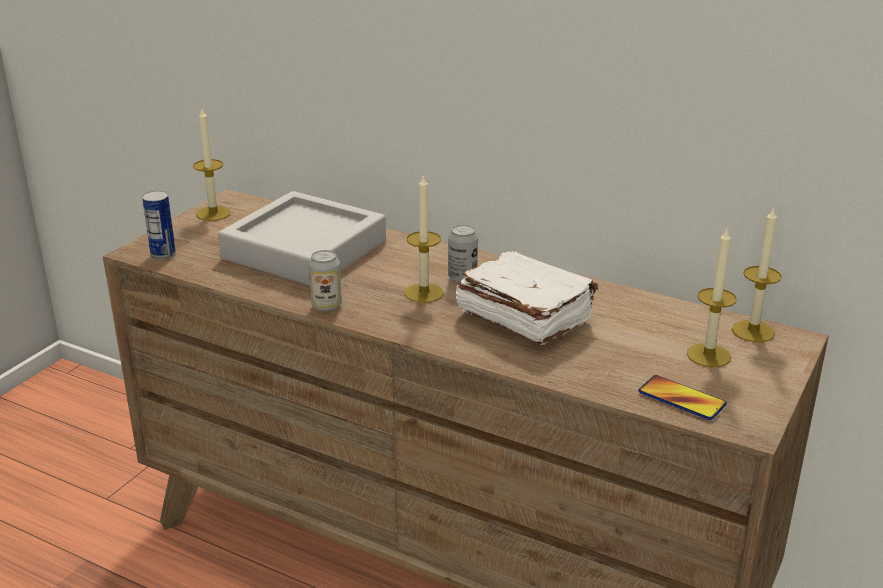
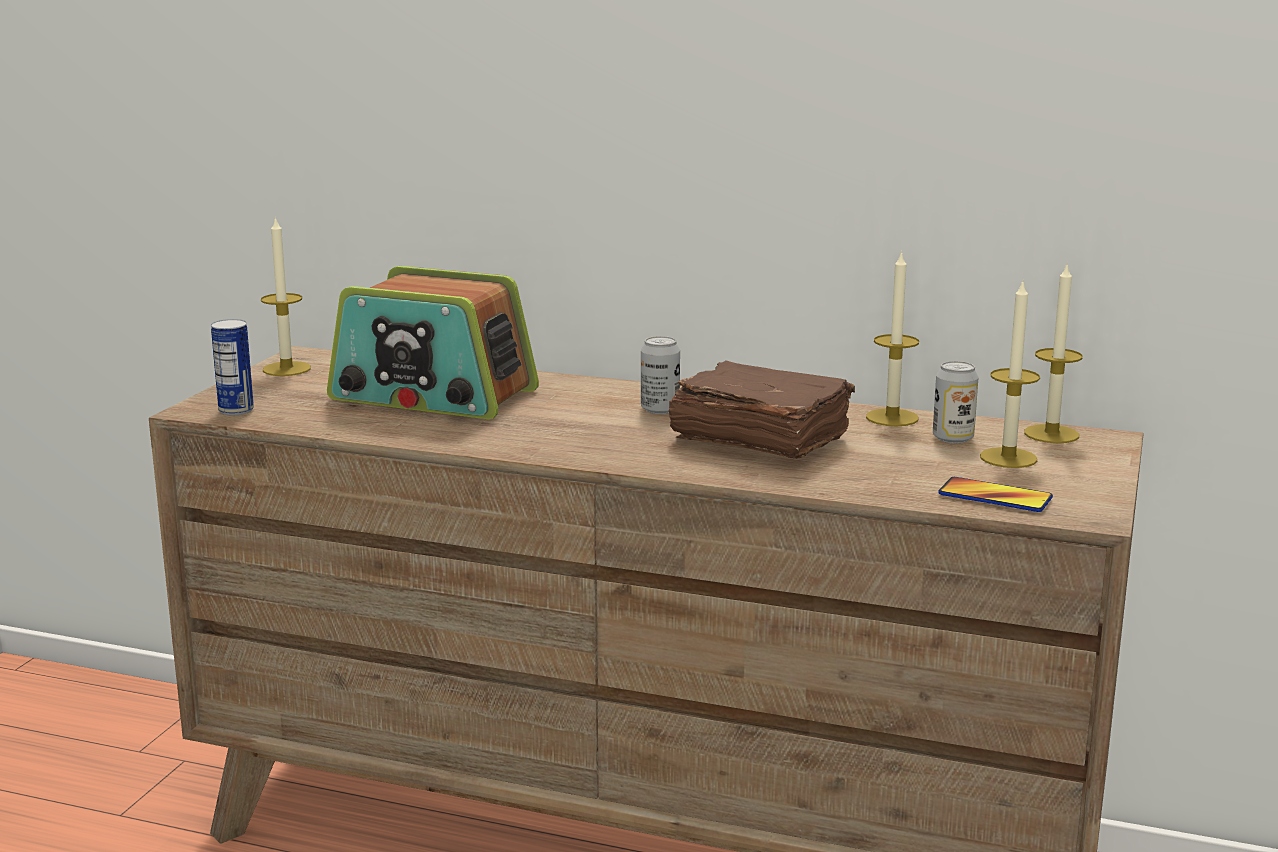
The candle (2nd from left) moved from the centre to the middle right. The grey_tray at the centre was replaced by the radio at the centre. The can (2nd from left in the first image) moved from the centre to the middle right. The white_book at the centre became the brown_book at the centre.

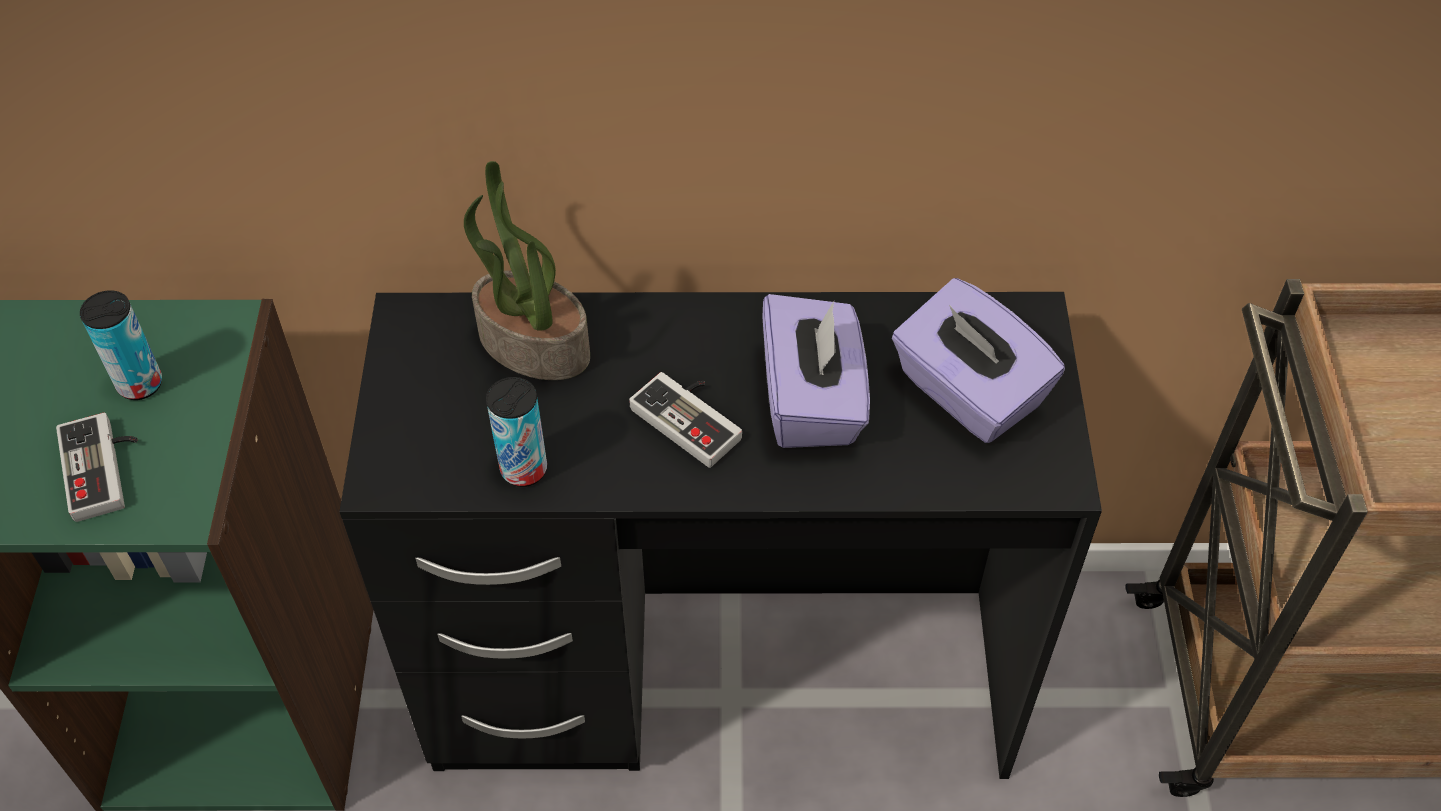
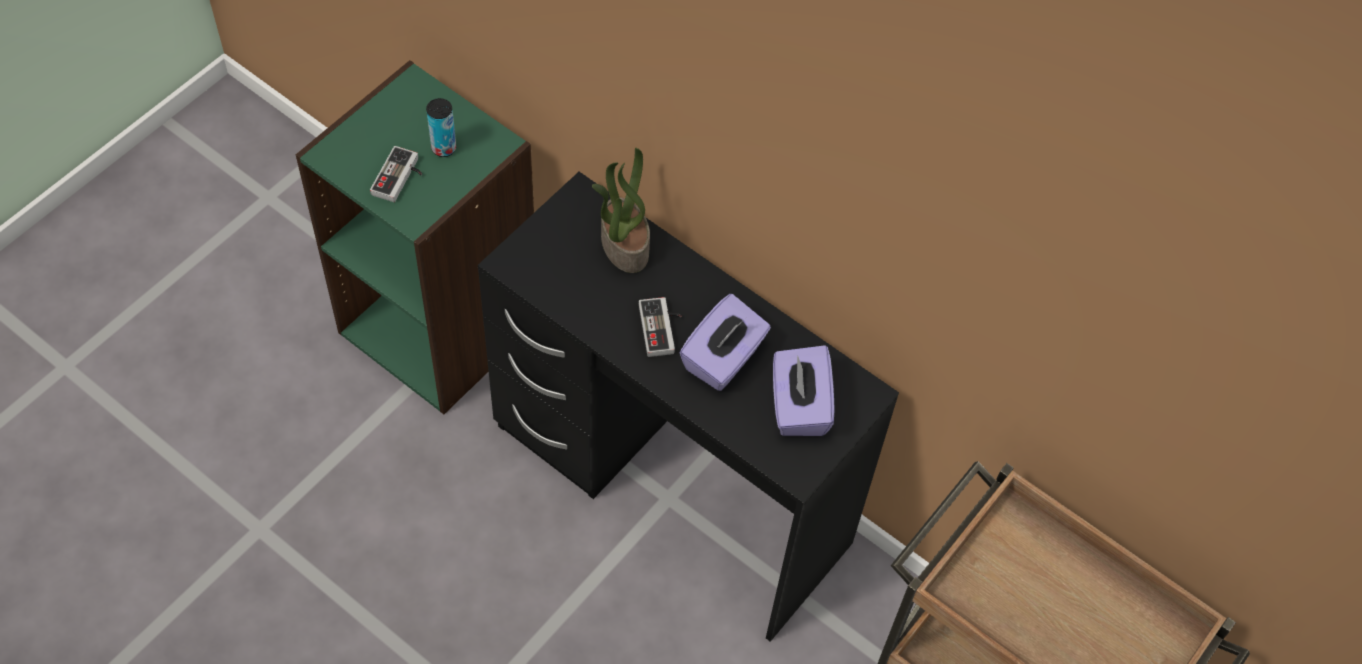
The can (2nd from left) at the centre disappeared.

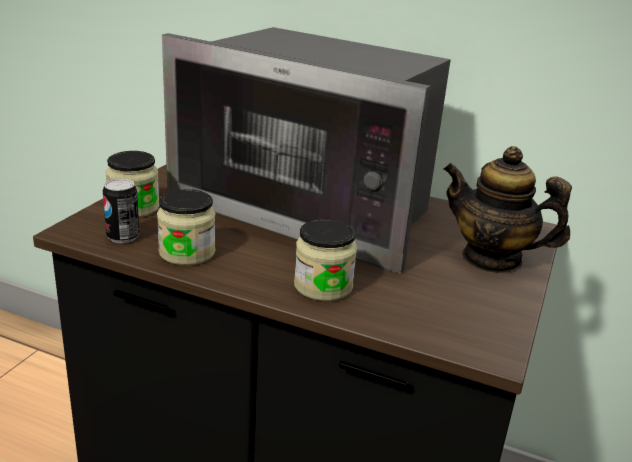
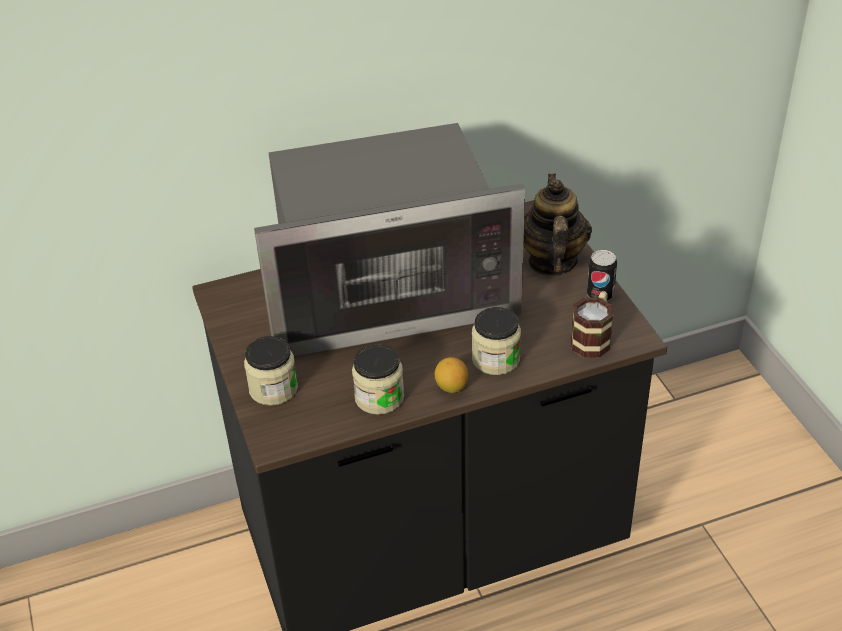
The teapot at the middle right turned 105 degrees clockwise. The can moved from the middle left to the middle right. The mug at the middle right appeared. The lemon at the centre appeared.

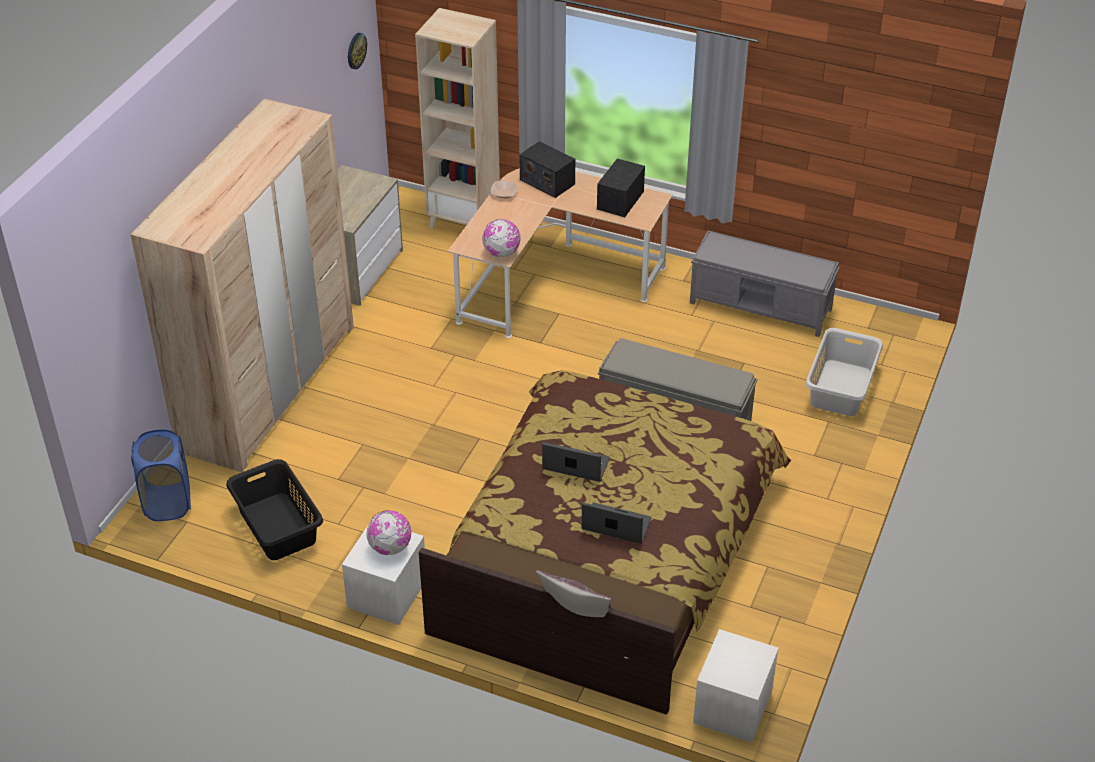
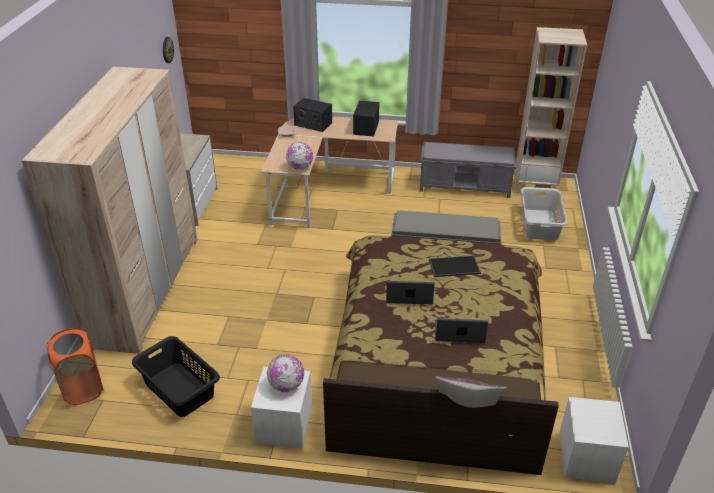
The beige_bookcase moved from the top centre to the top right. The blue_laundry_basket at the middle left became the orange_laundry_basket at the bottom left. The tray at the centre appeared.

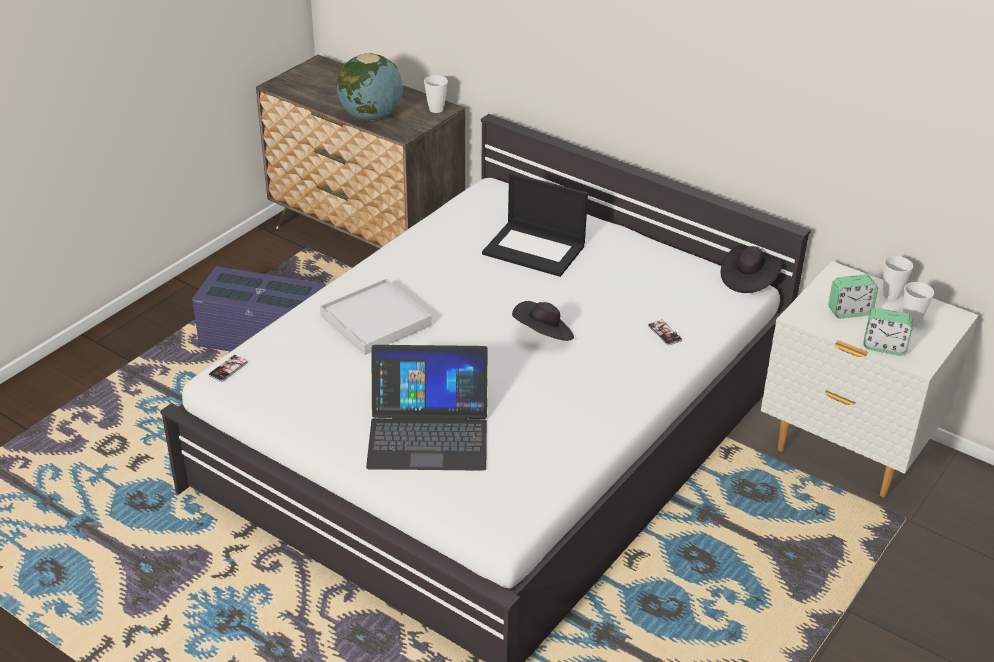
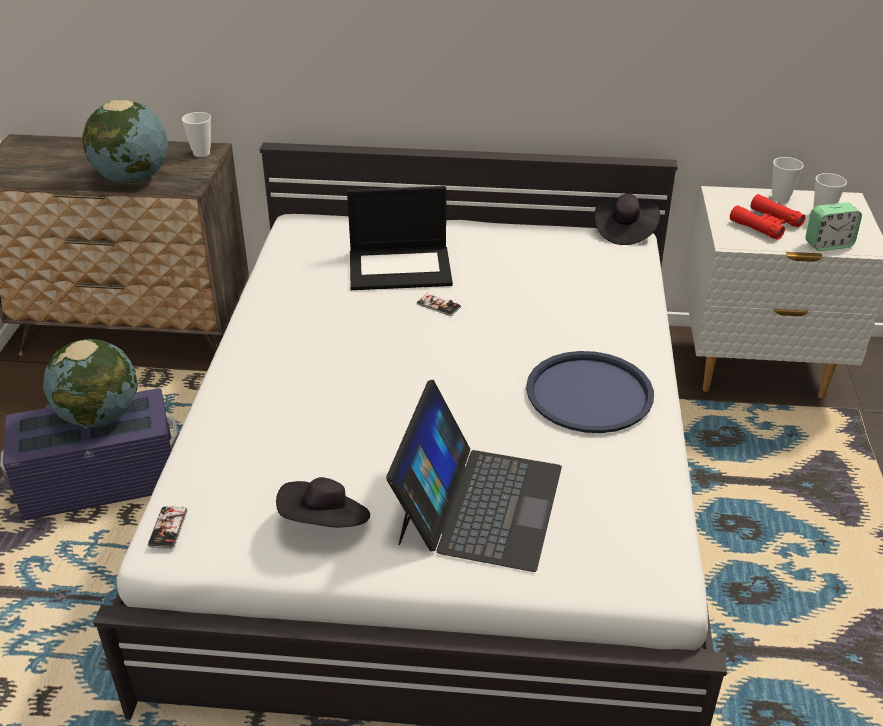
The alarm_clock (1st from left) at the middle right was replaced by the red_binoculars at the top right. The white_tray at the centre disappeared. The black_hat (1st from left) moved from the centre to the bottom centre. The phone (2nd from left) moved from the middle right to the centre. The laptop (1st from left in the first image) at the centre turned 45 degrees counterclockwise. The globe (1st from left) at the middle left appeared. The blue_tray at the middle right appeared.

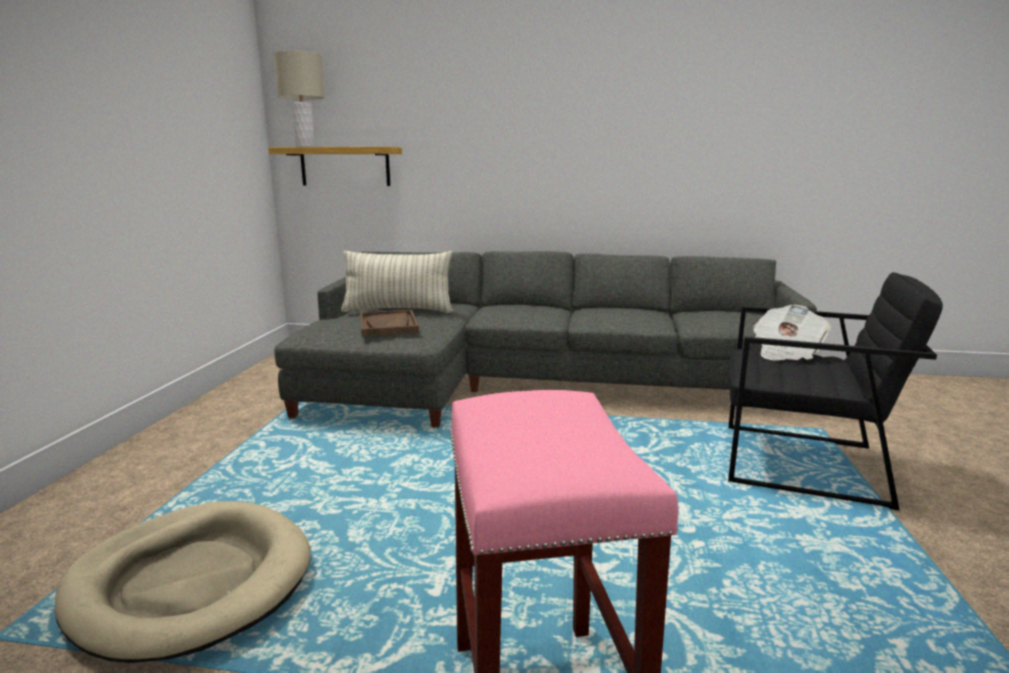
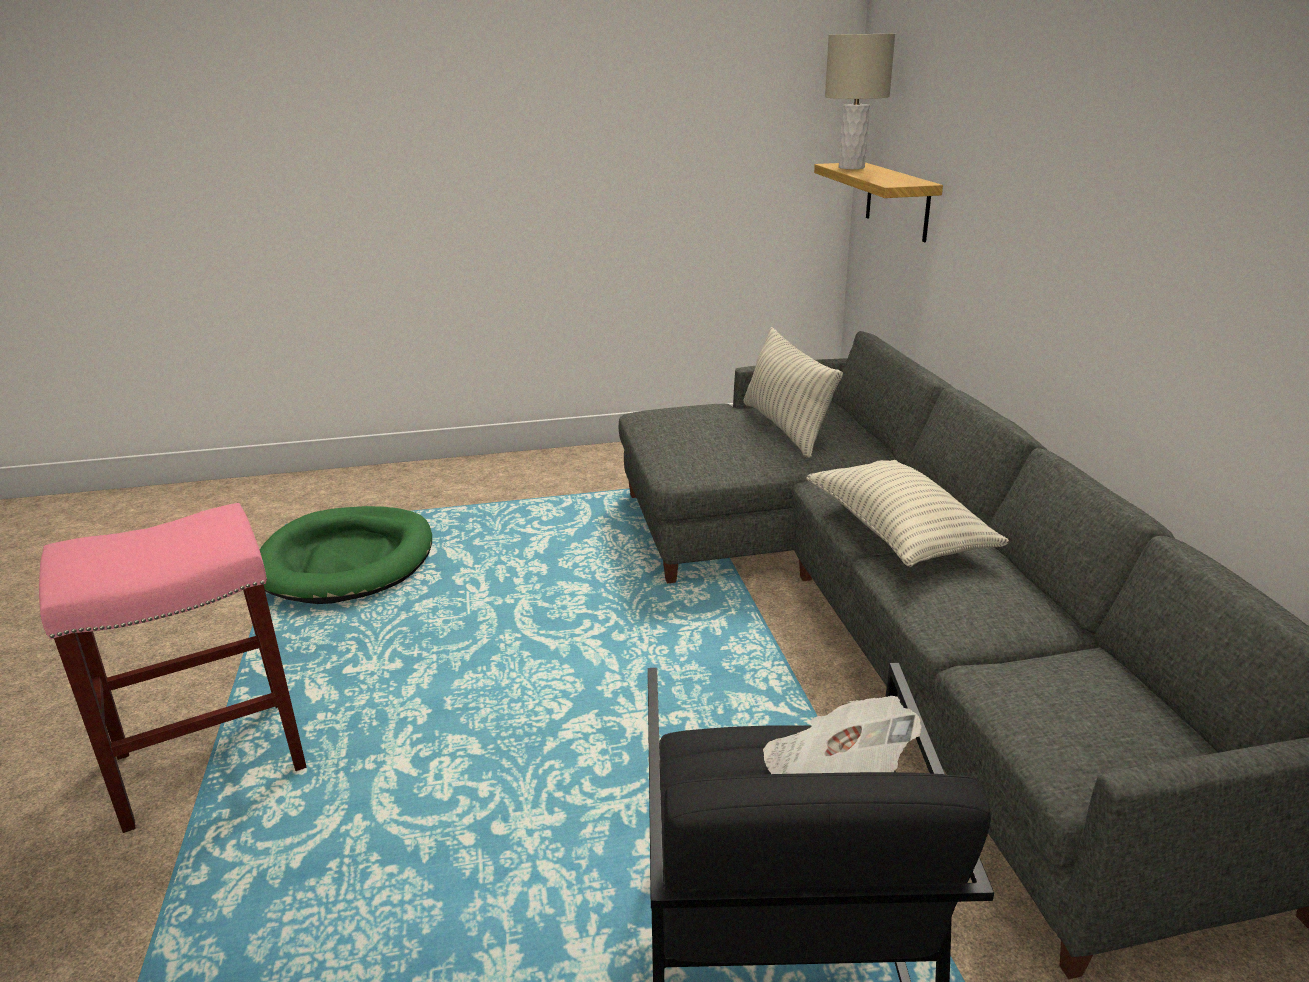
The brown_tray at the centre disappeared. The beige_dog_bed at the bottom left became the green_dog_bed at the middle left. The pillow (2nd from left) at the middle right appeared.

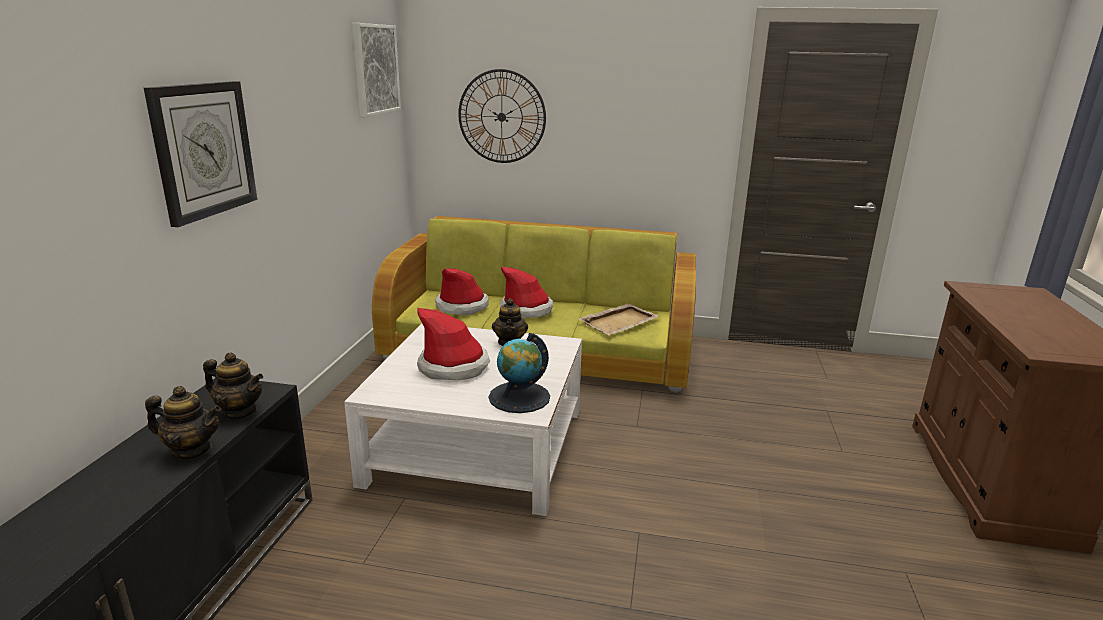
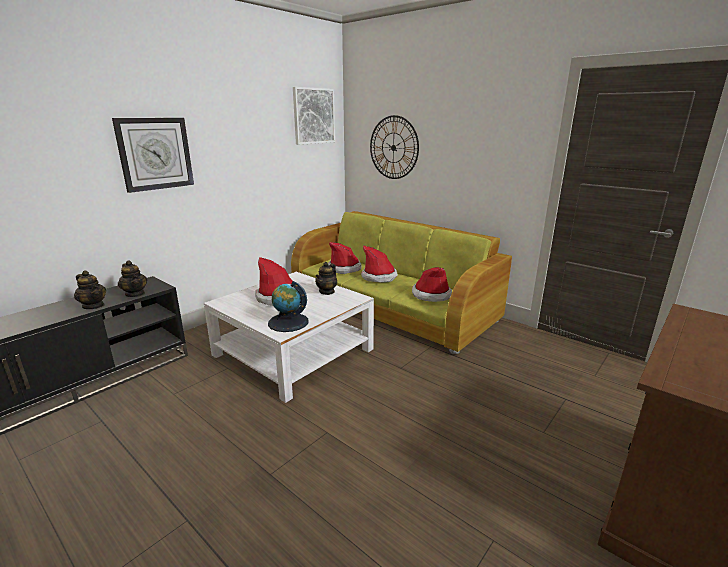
The beige_tray at the centre was replaced by the hat (4th from left) at the centre.

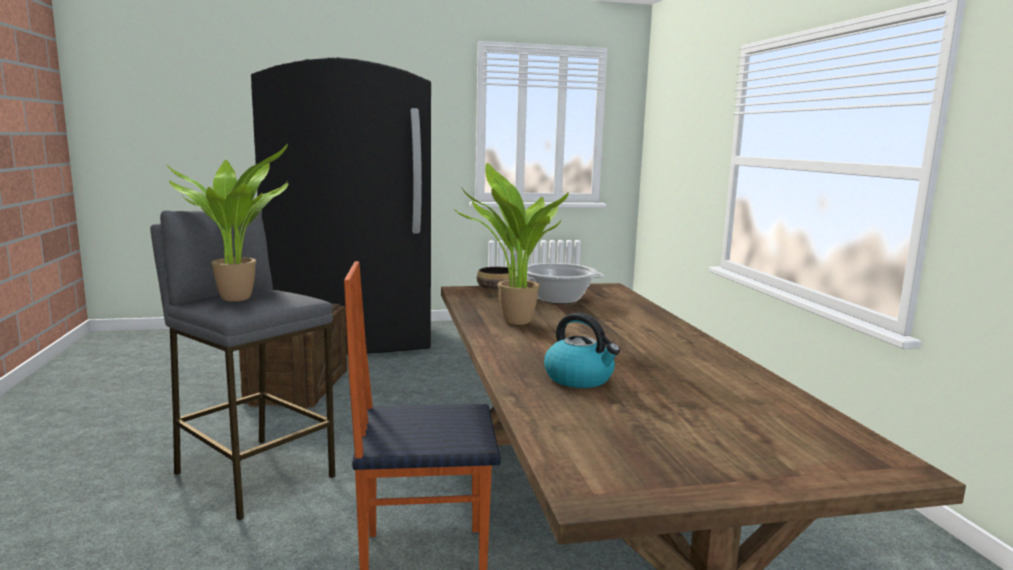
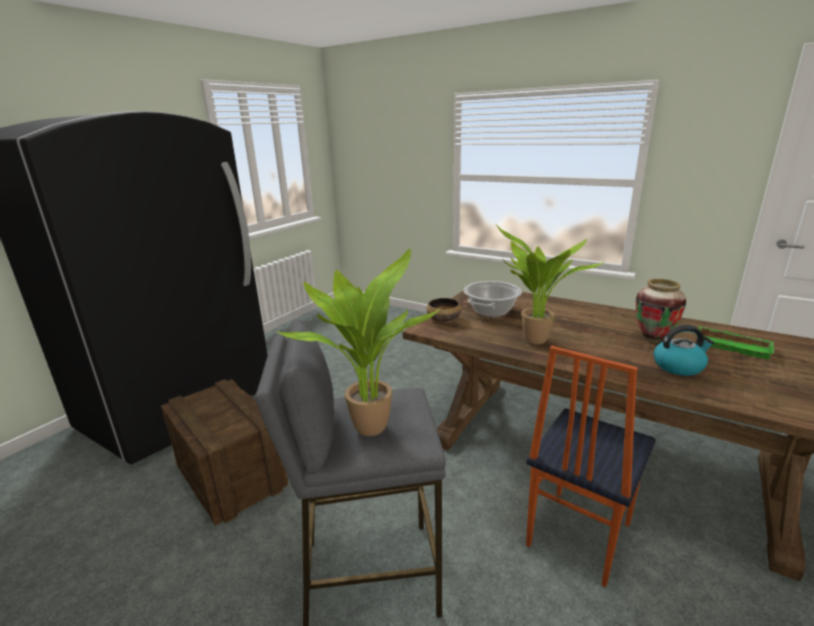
The vase at the middle right appeared. The green_tray at the middle right appeared.

